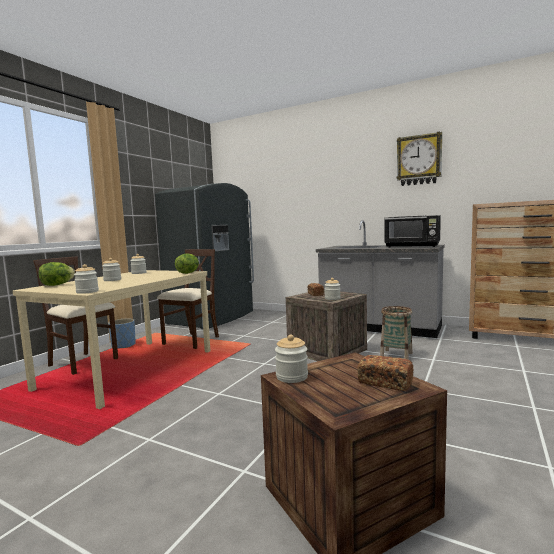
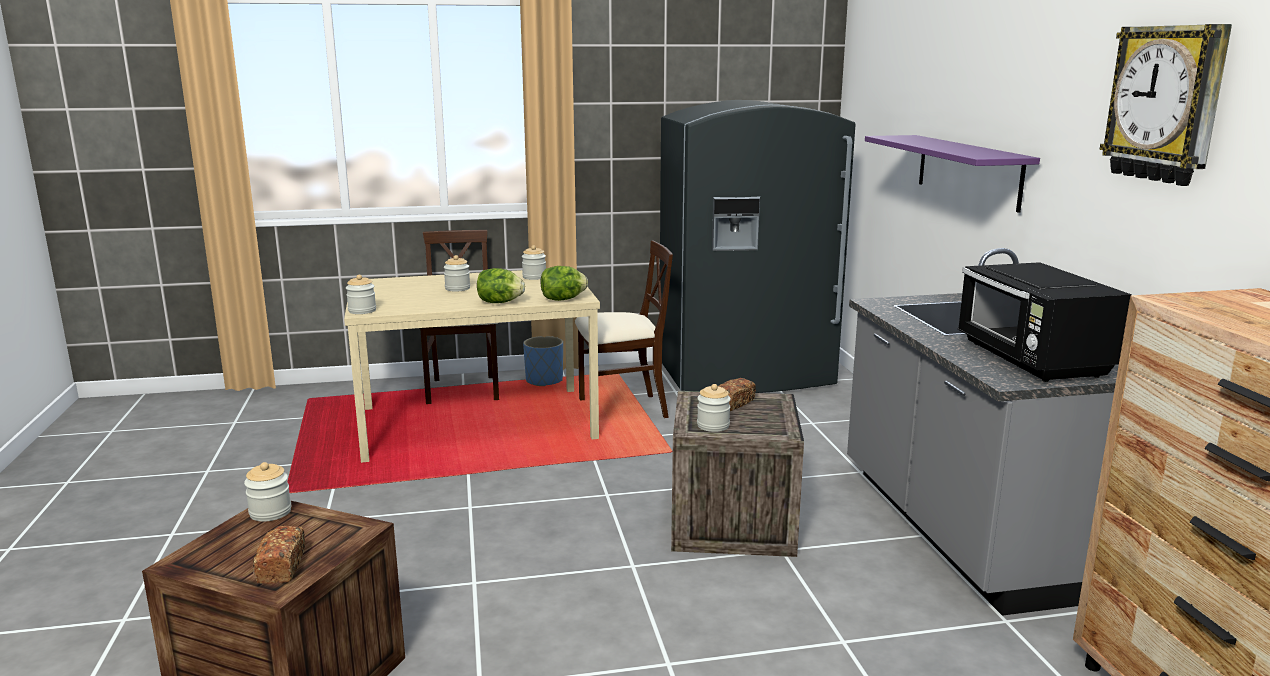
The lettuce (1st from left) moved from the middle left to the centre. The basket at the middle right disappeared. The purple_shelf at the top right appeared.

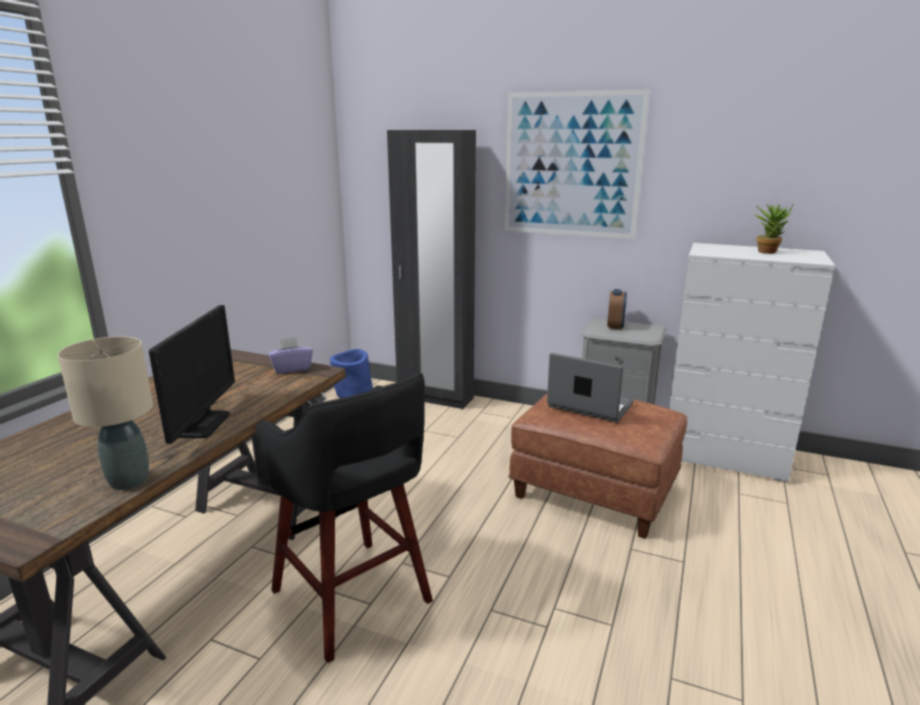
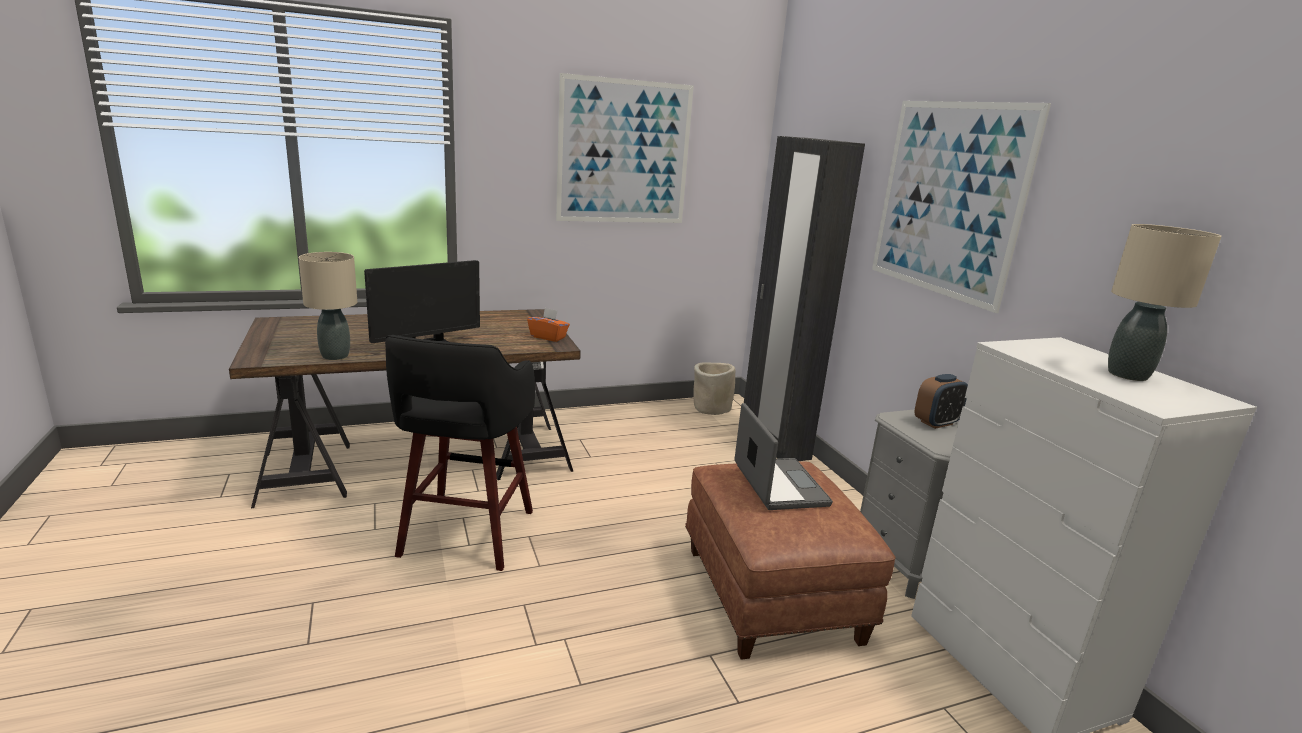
The potted_plant at the top right was replaced by the beige_table_lamp (2nd from left) at the middle right. The purple_tissue_box at the middle left became the orange_tissue_box at the centre. The blue_planter at the centre became the beige_planter at the centre. The picture (1st from left) at the top centre appeared.

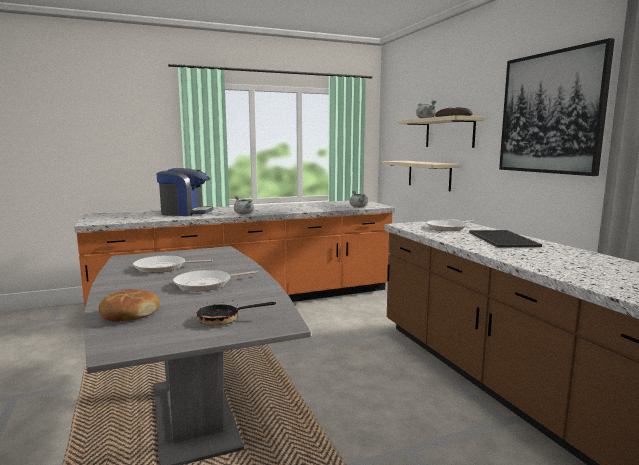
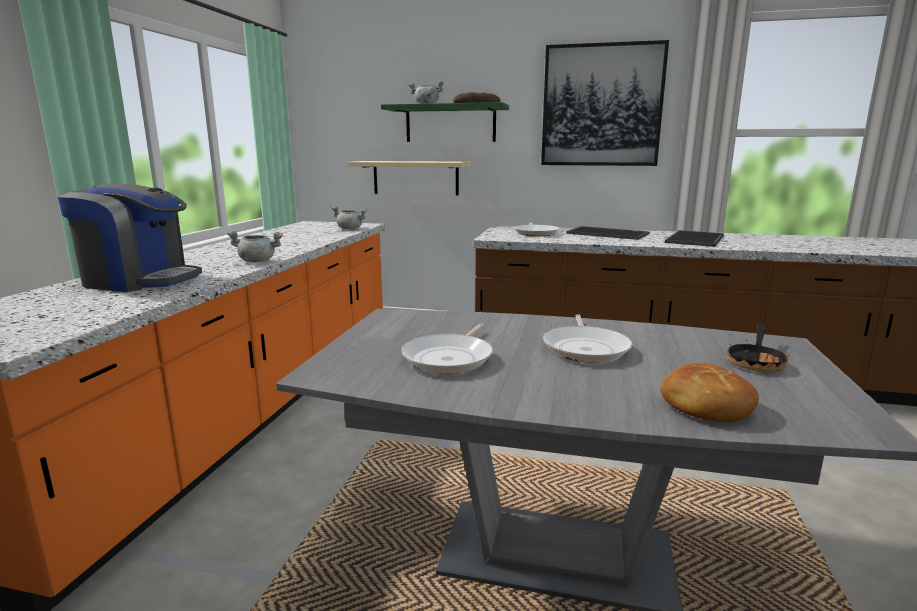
The beige_shelf (2nd from left) at the top right became the green_shelf at the top centre. The coffee_machine at the middle left turned 60 degrees clockwise. The tray (2nd from left) at the middle right appeared.

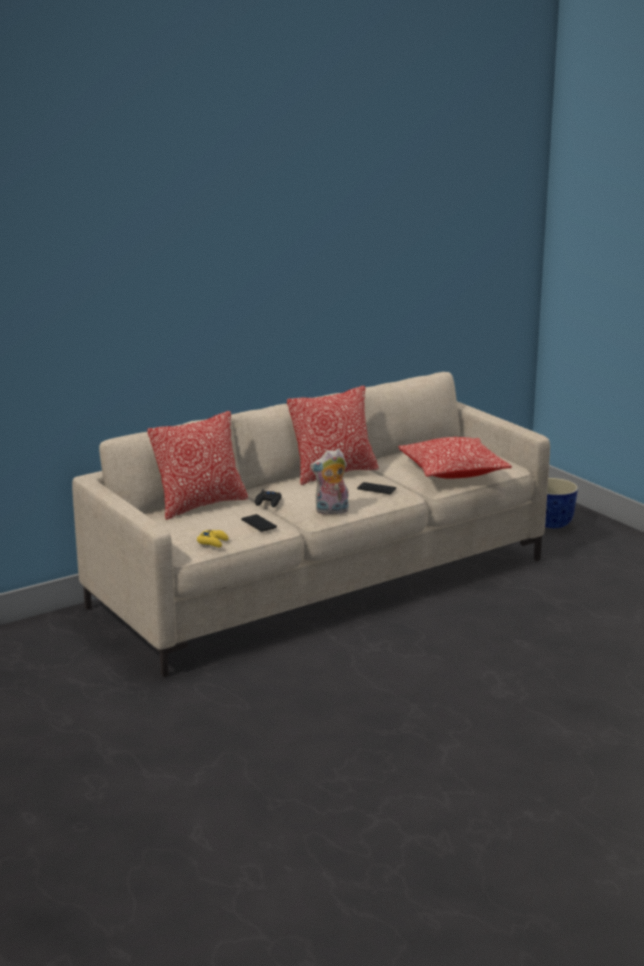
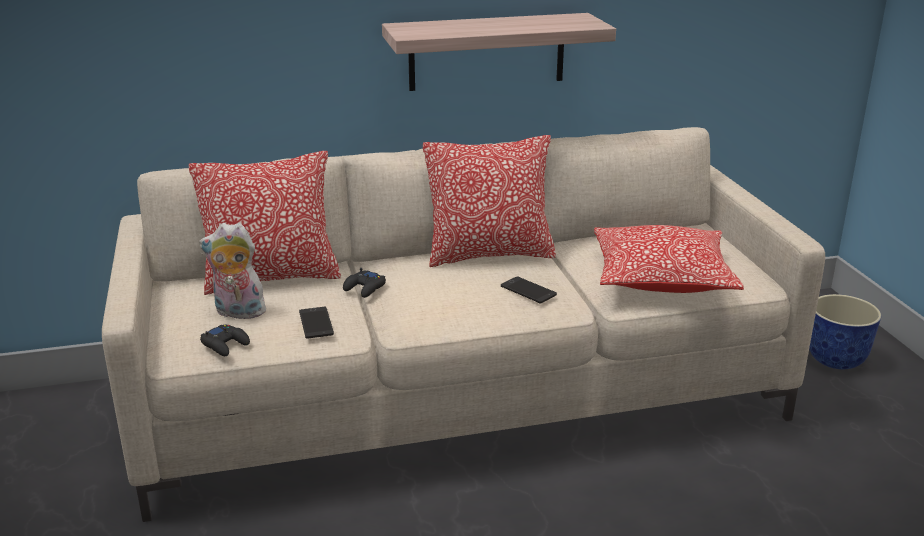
The plush_toy moved from the centre to the middle left. The yellow_game_controller at the middle left became the black_game_controller (1st from left) at the middle left. The shelf at the top centre appeared.

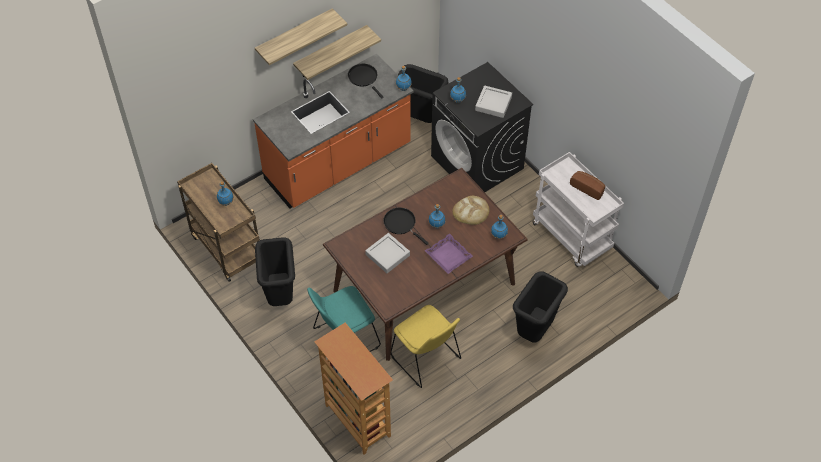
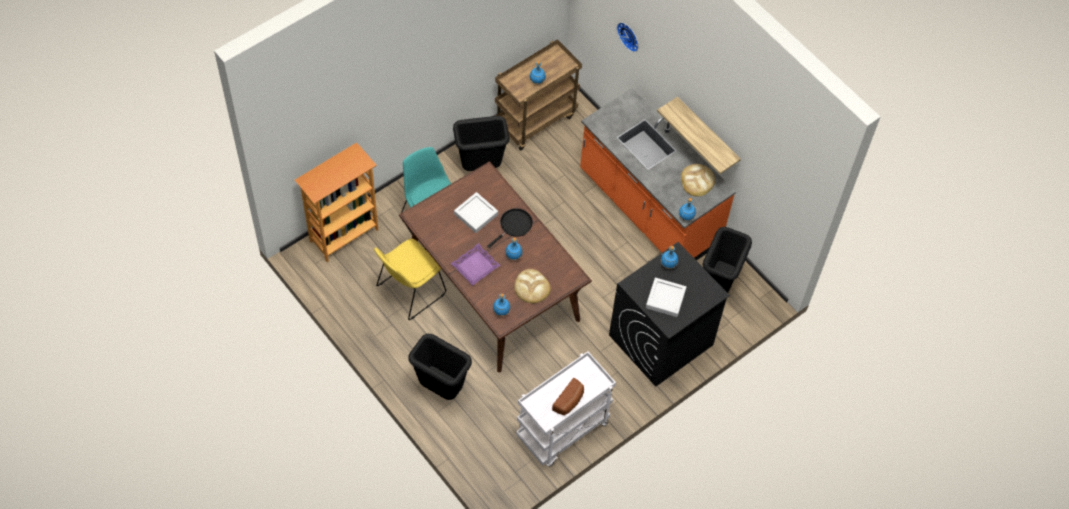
The shelf (1st from left) at the top centre disappeared. The black_frying_pan (1st from left) at the top centre was replaced by the bread (3rd from left) at the centre. The wall_clock at the top centre appeared.

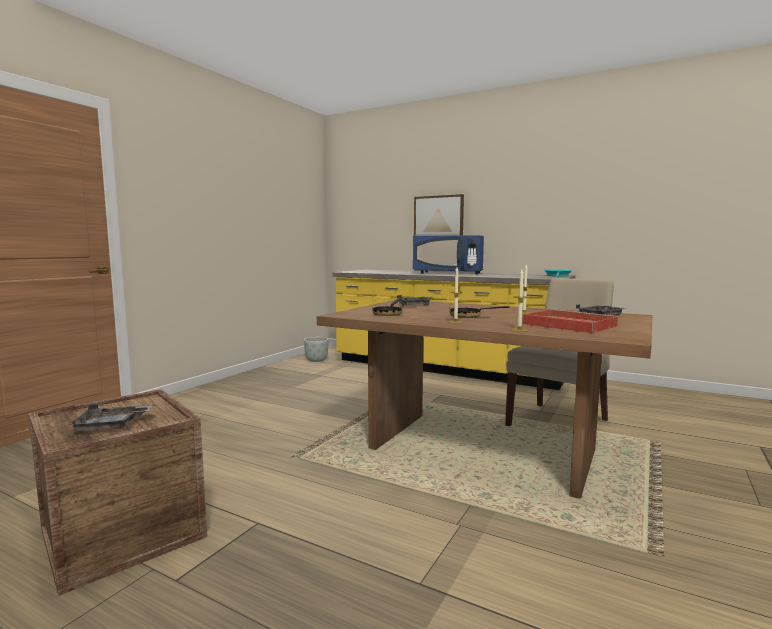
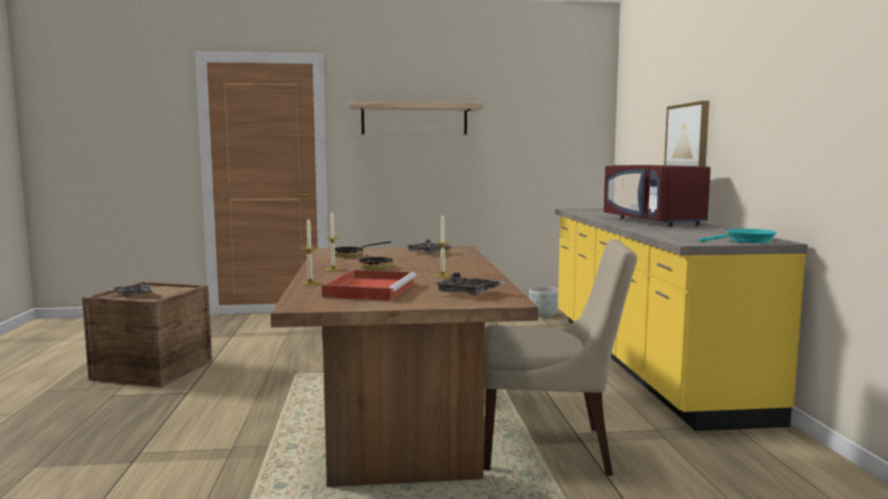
The blue_microwave at the centre became the red_microwave at the middle right. The shelf at the top centre appeared.

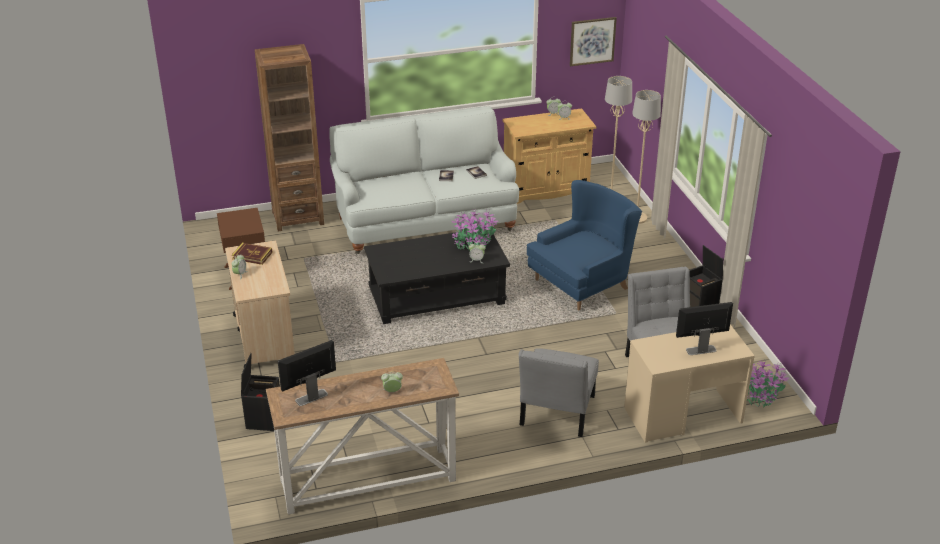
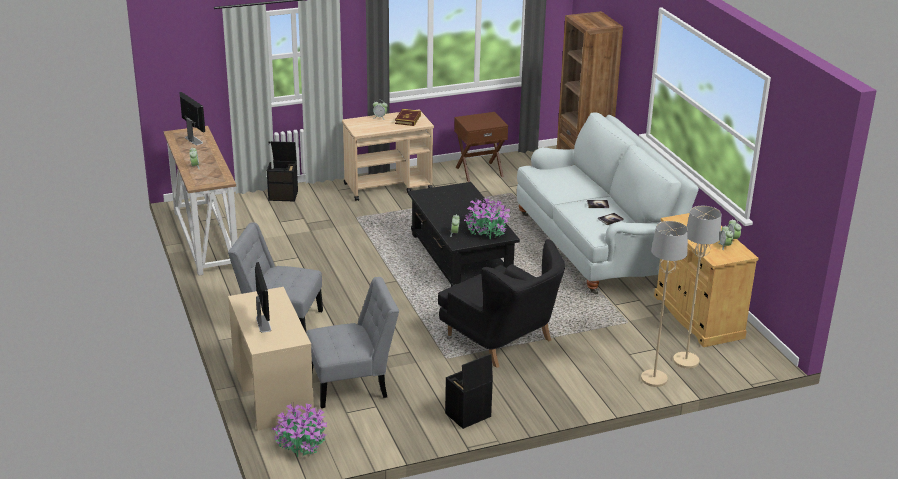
The picture at the top centre disappeared. The blue_armchair at the centre became the black_armchair at the centre.

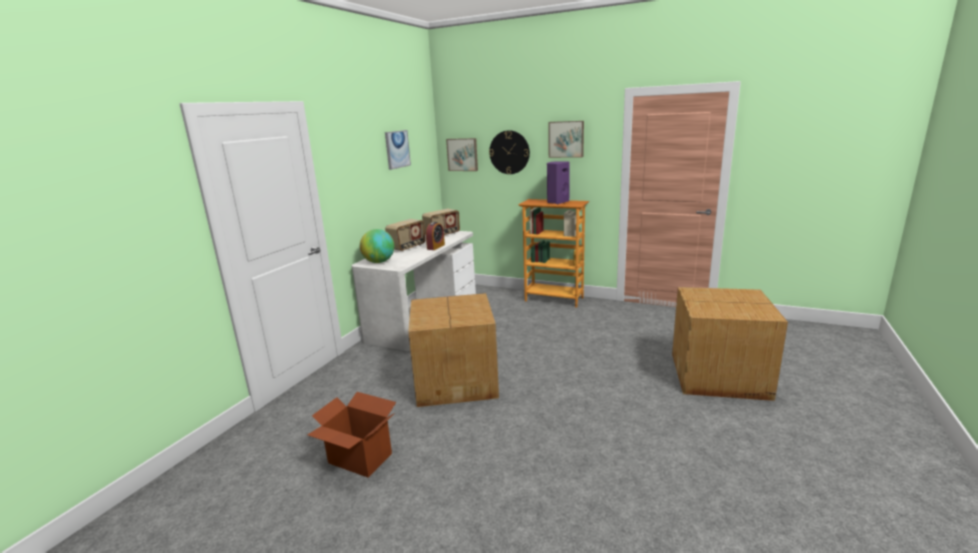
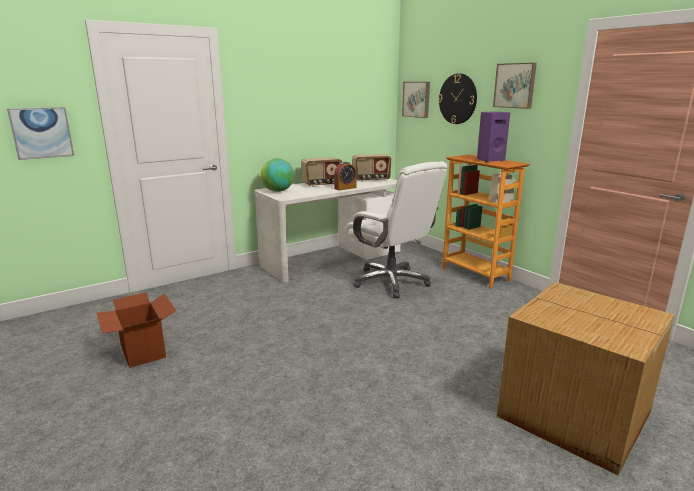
The picture (1st from left) moved from the top centre to the top left. The cardboard_box (2nd from left) at the centre disappeared. The white_office_chair at the centre appeared.

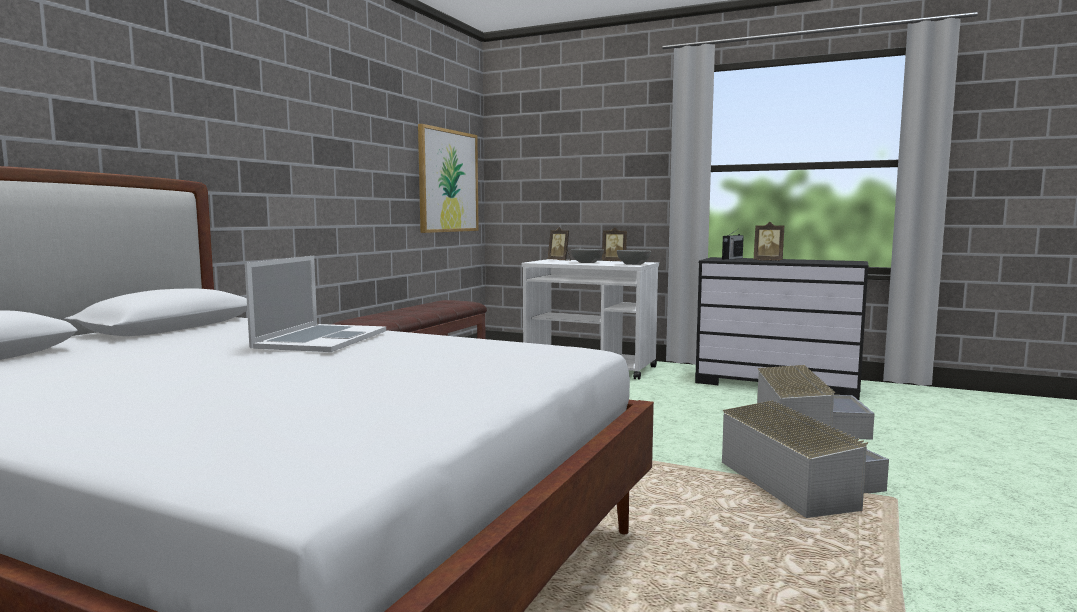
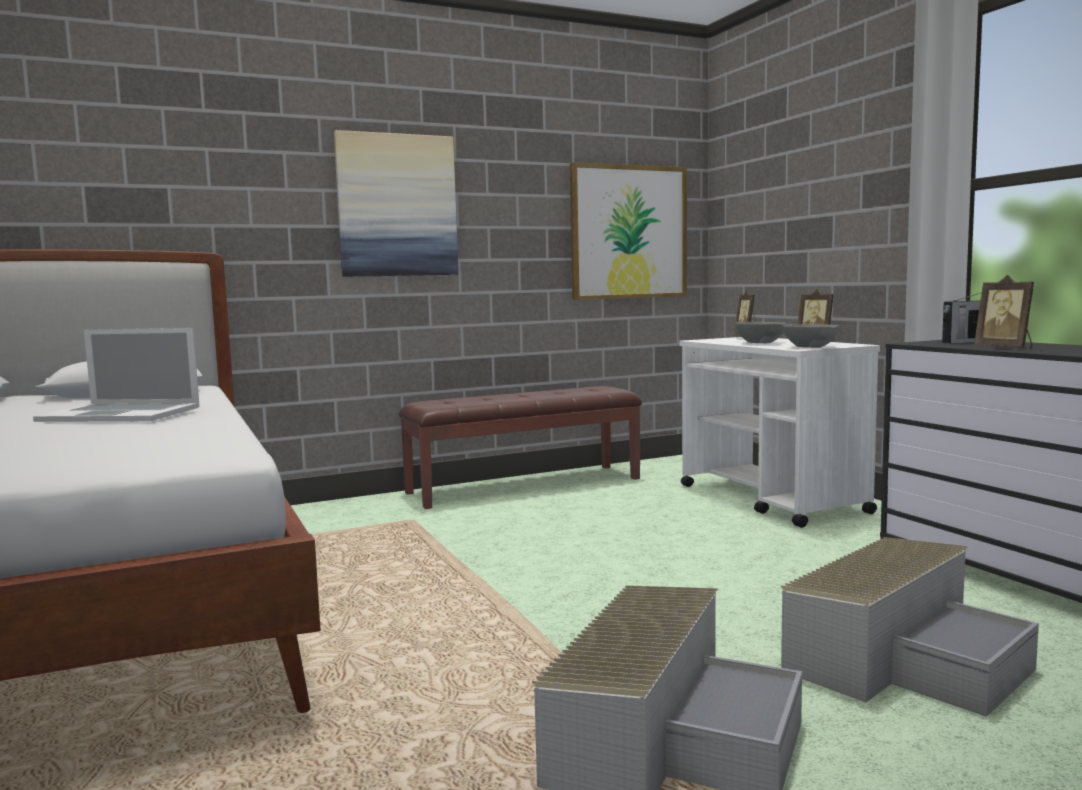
The laptop at the middle left turned 45 degrees clockwise. The picture (1st from left) at the top centre appeared.

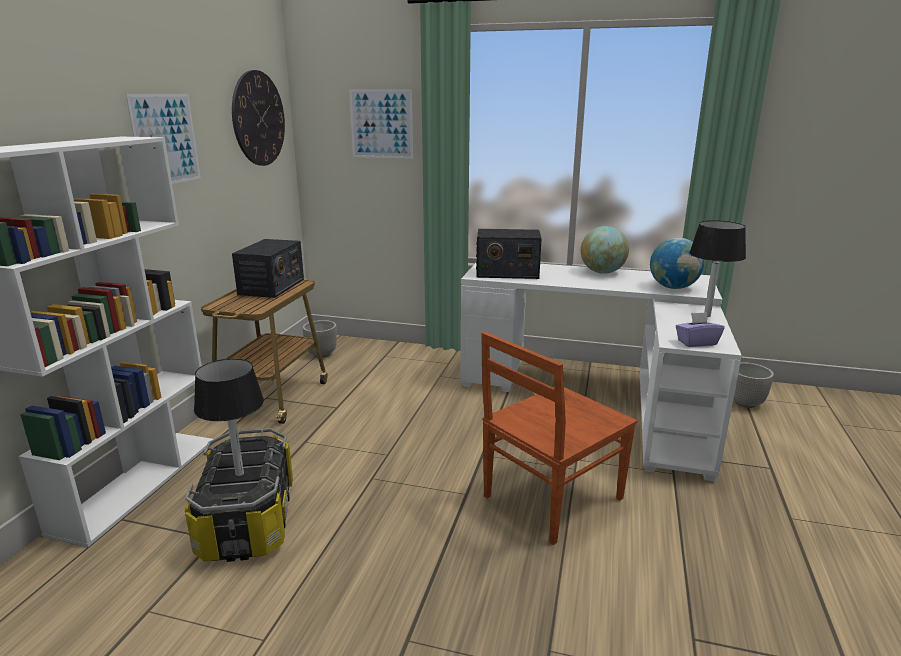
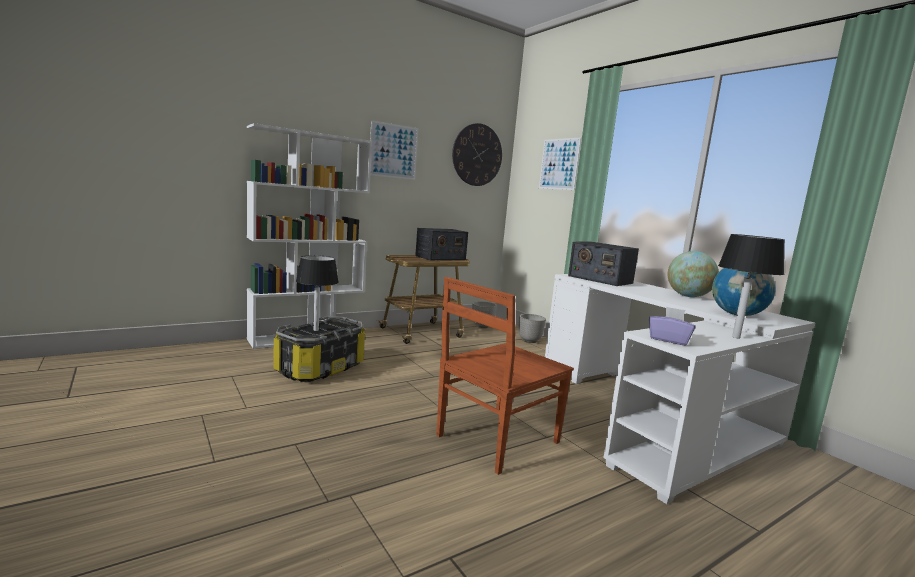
The brown_chair at the bottom centre turned 45 degrees counterclockwise. The planter (2nd from left) moved from the middle right to the centre.

